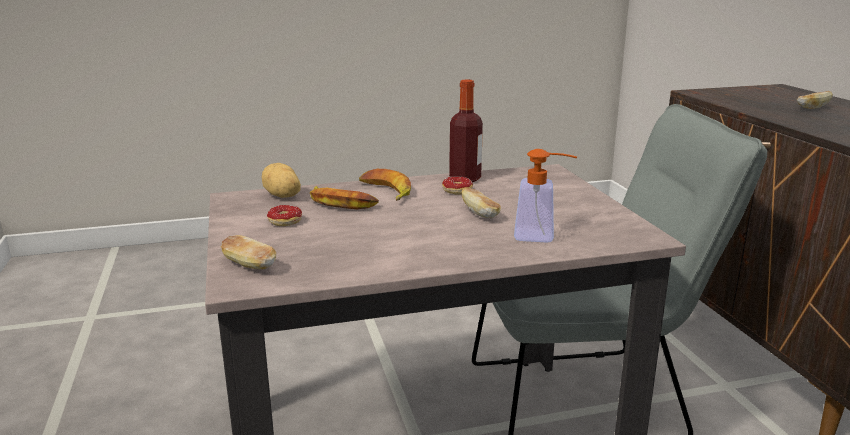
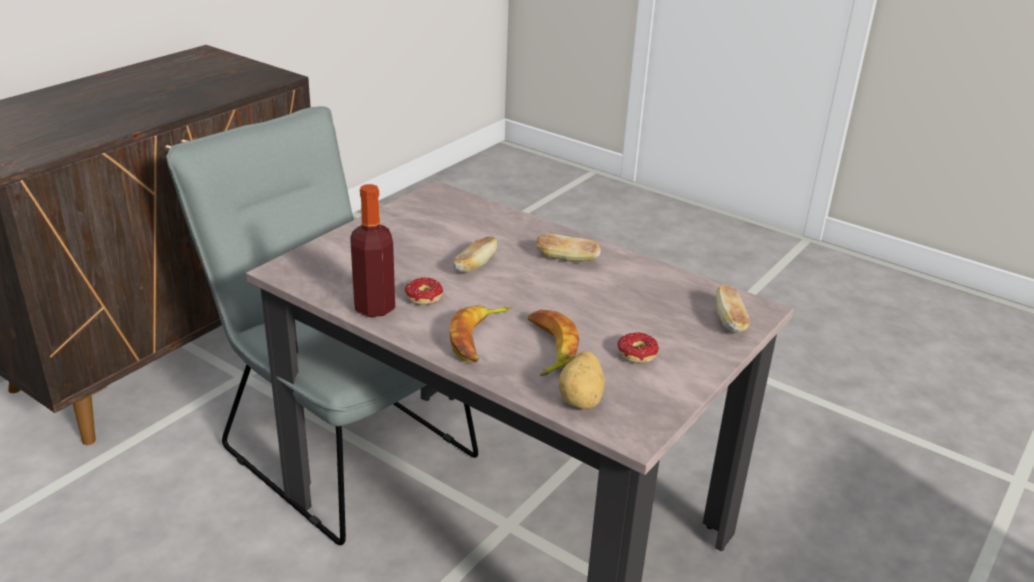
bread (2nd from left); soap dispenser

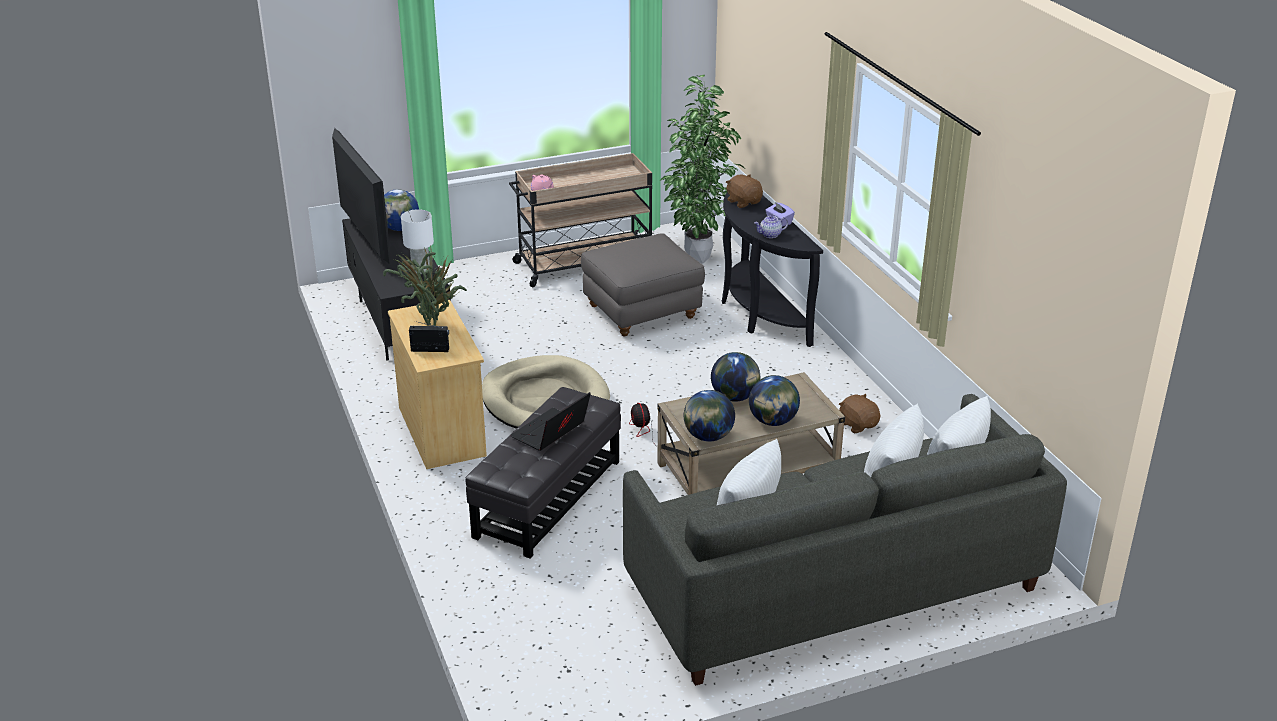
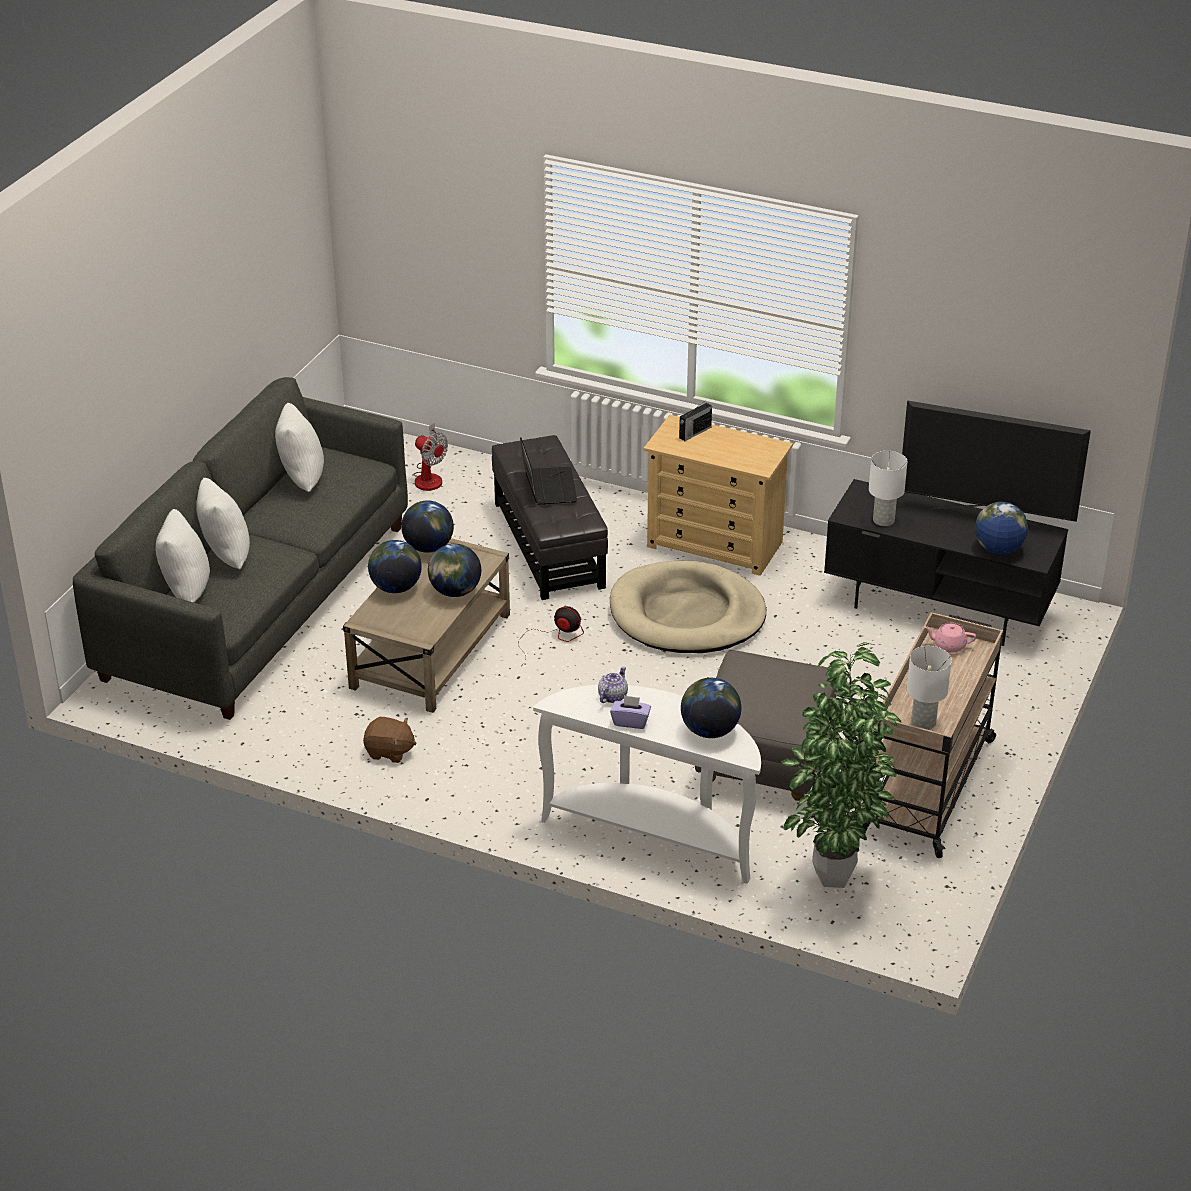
globe (4th from left); console table/white; potted plant (1st from left in the first image); fan (1st from left); table lamp/white (2nd from left)

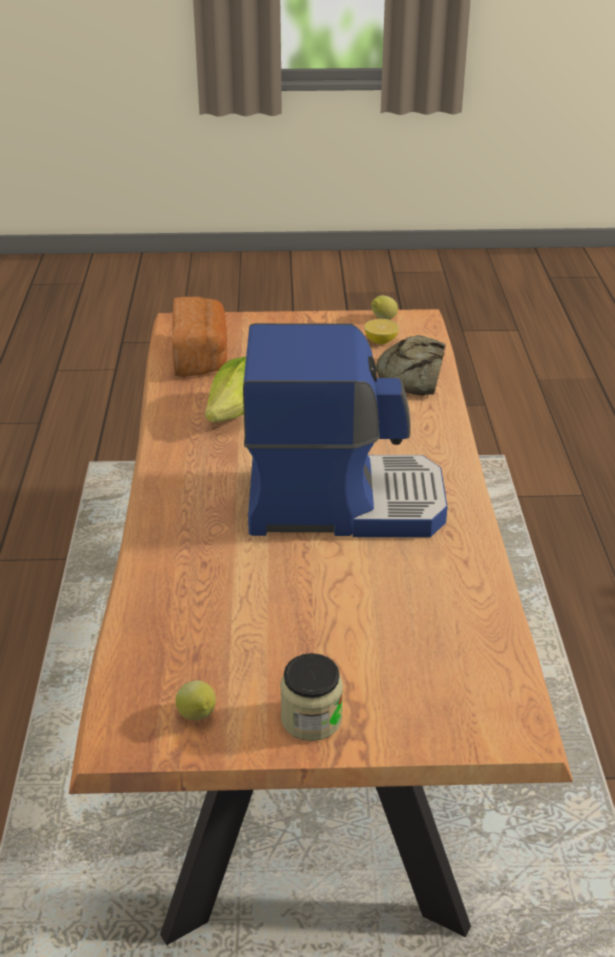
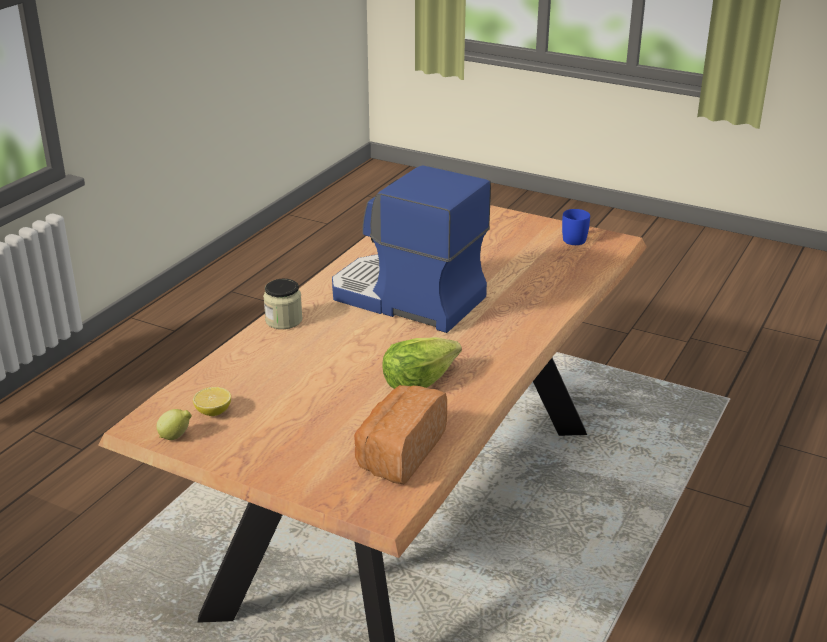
bread (2nd from left in the first image); jar; mug/blue

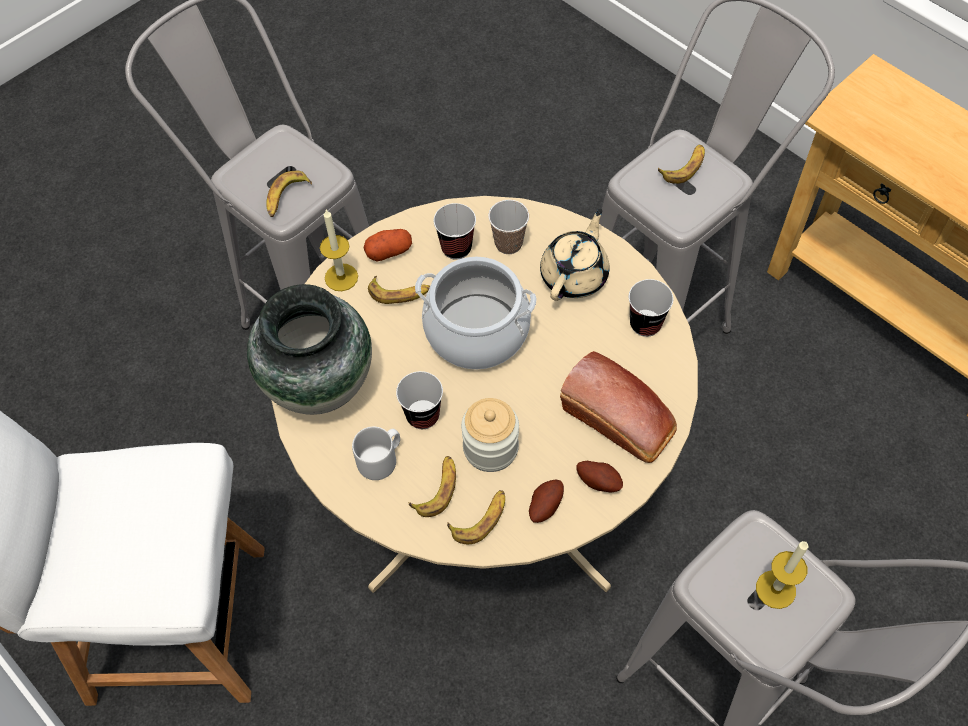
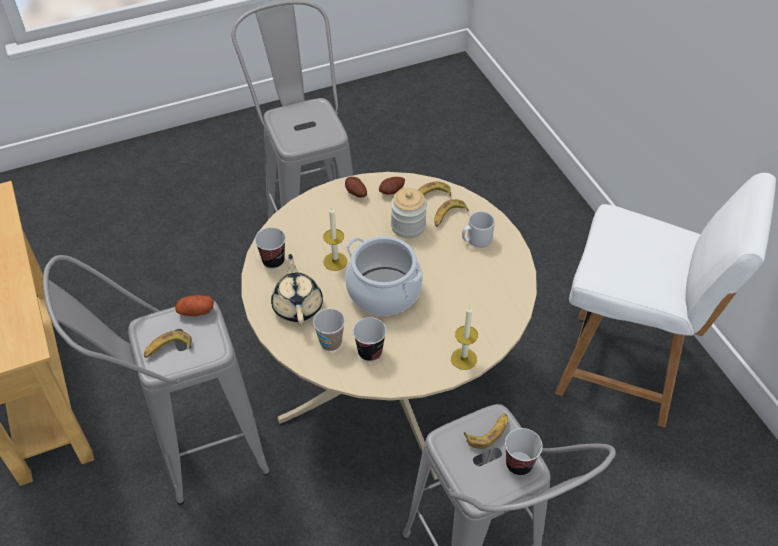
teapot/beige; potato (1st from left); banana (2nd from left in the first image); vase; bread; cup (4th from left); candle (1st from left)

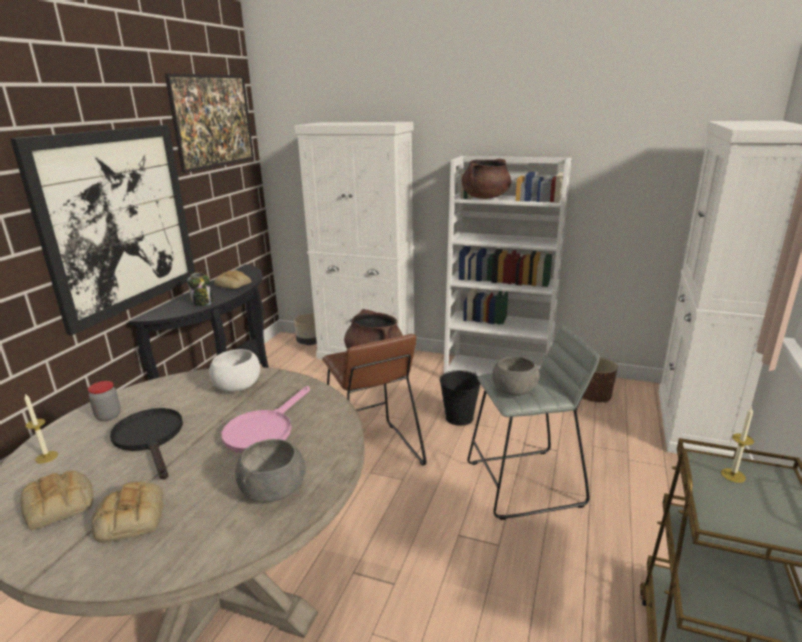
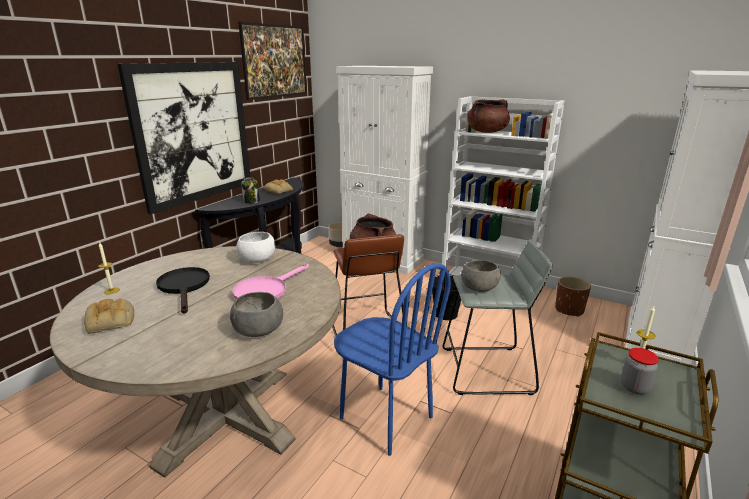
jar (2nd from left); bread (2nd from left in the first image); chair/blue

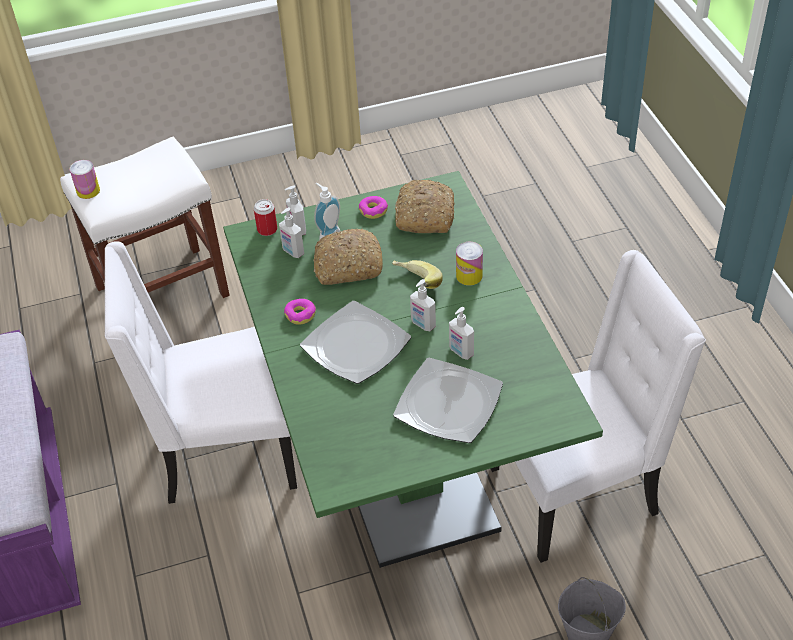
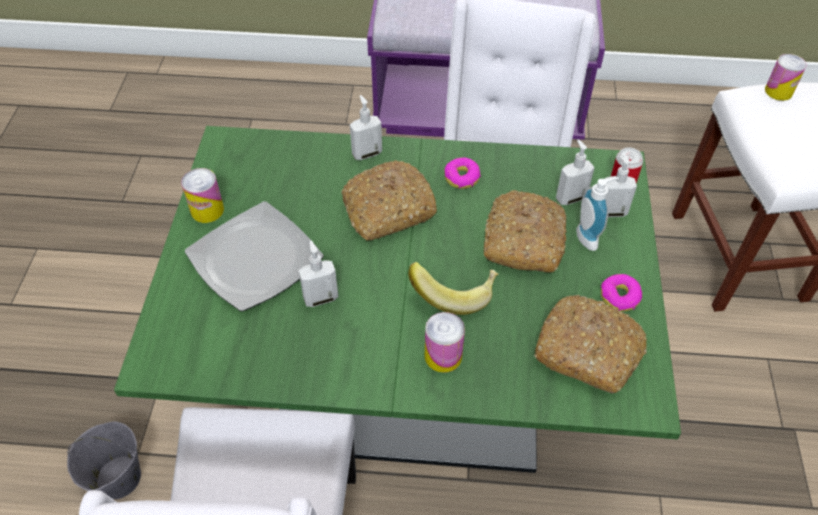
soap dispenser (2nd from left); bread (1st from left); can (1st from left)

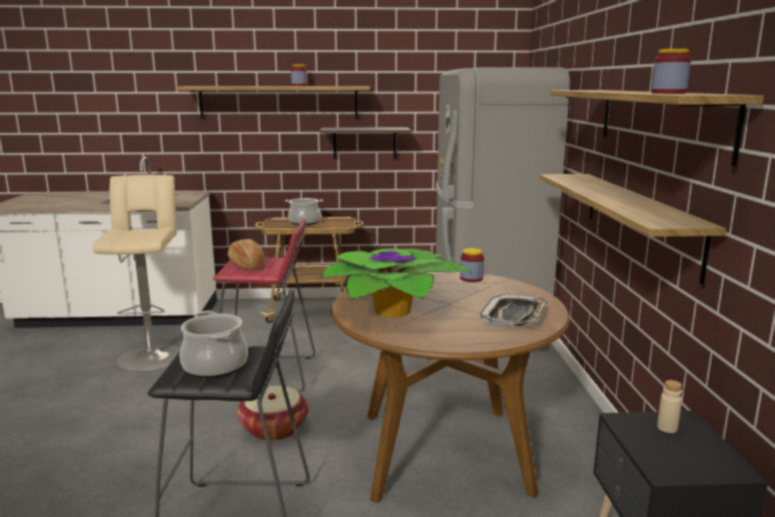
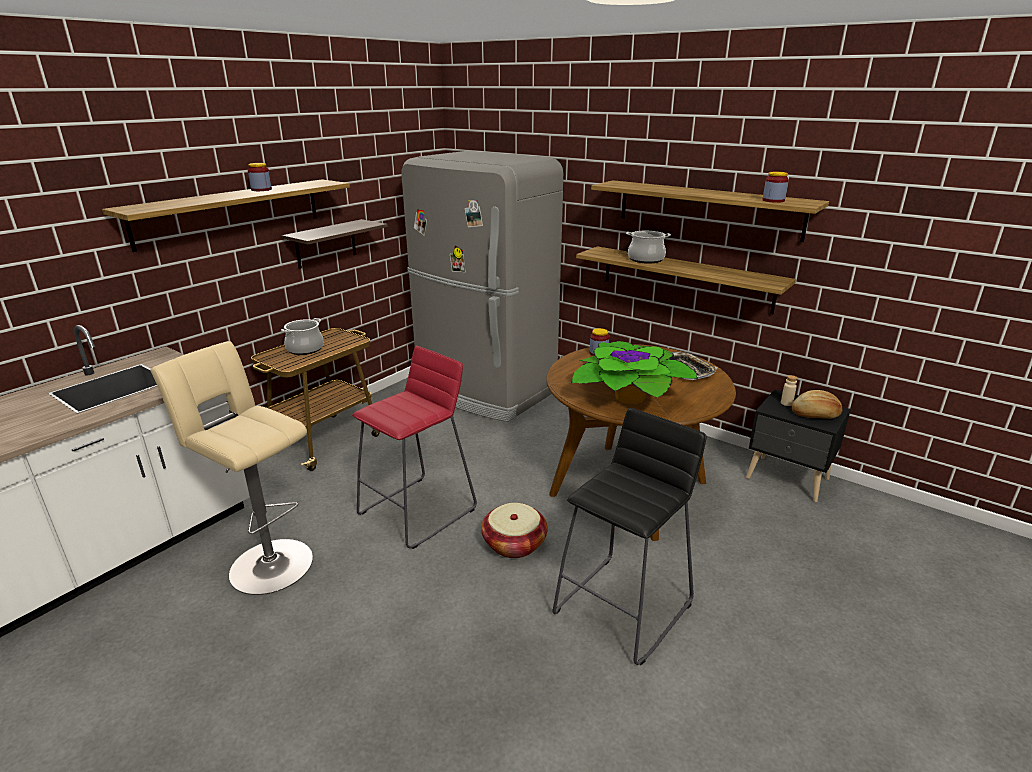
bread; cooking pot (2nd from left)

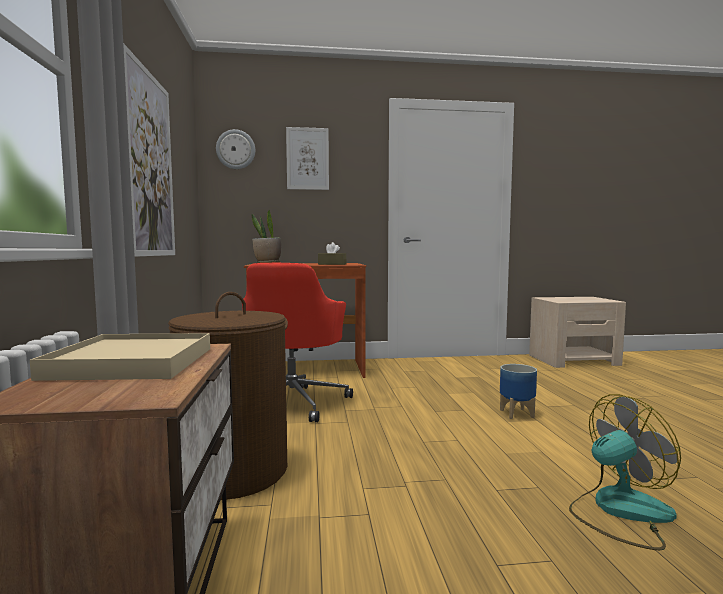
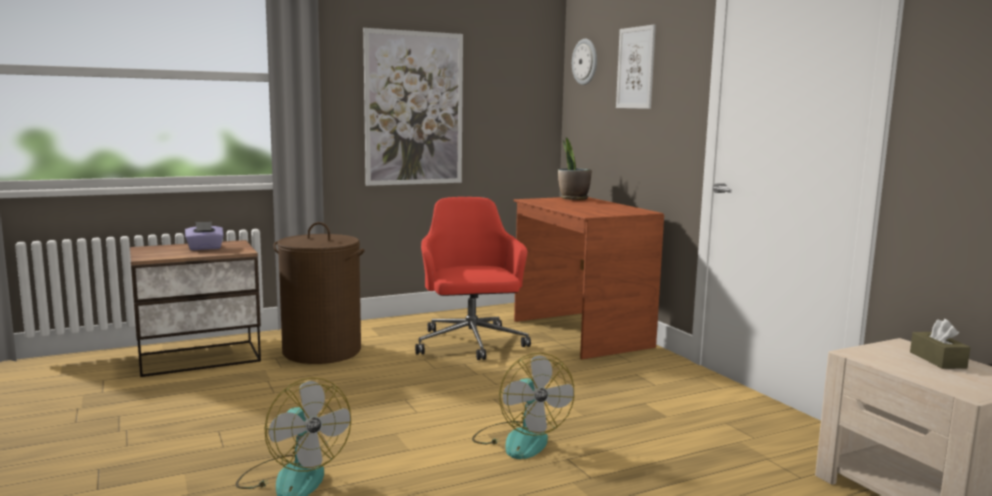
tissue box/brown; office chair/red; tissue box/purple; fan (2nd from left)

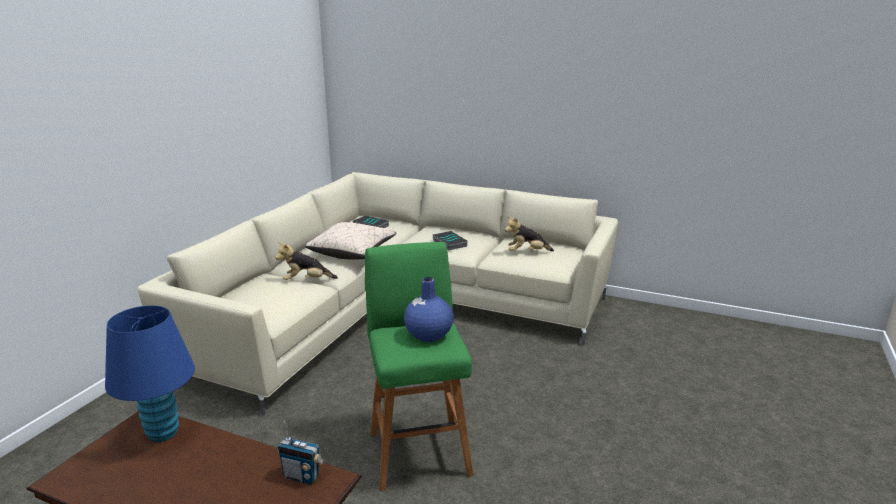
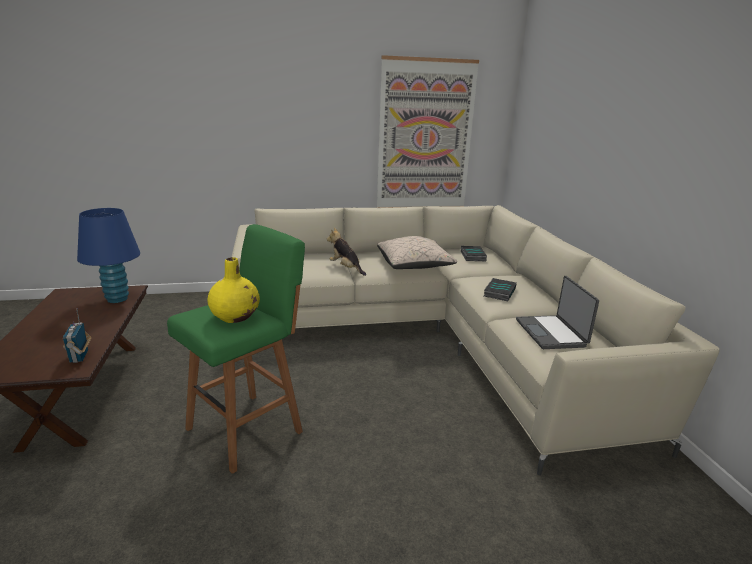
laptop; vase/yellow; picture

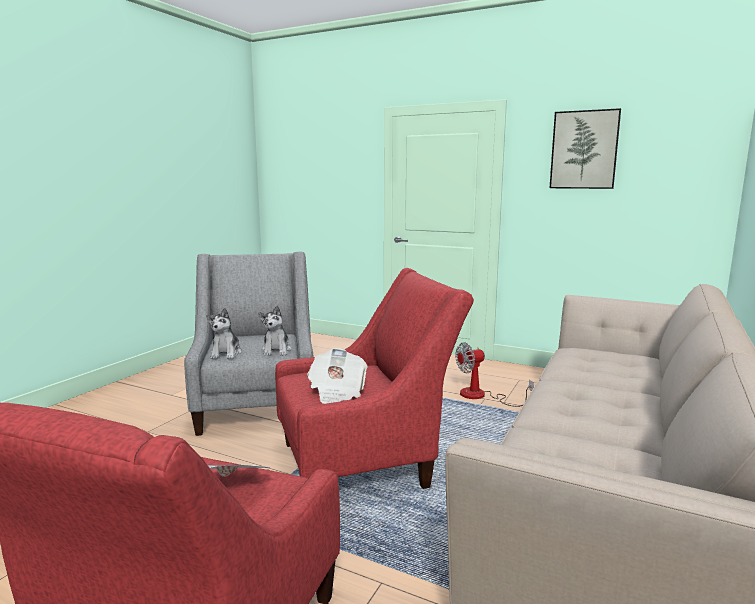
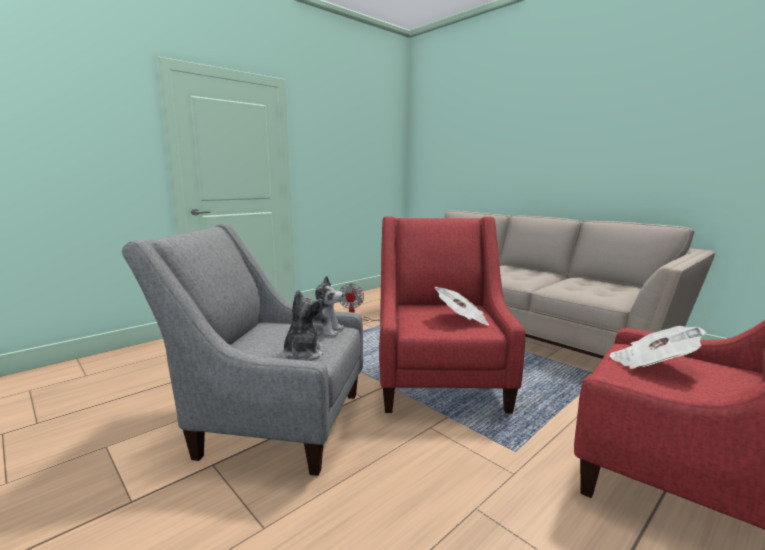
picture; plush toy (1st from left)

